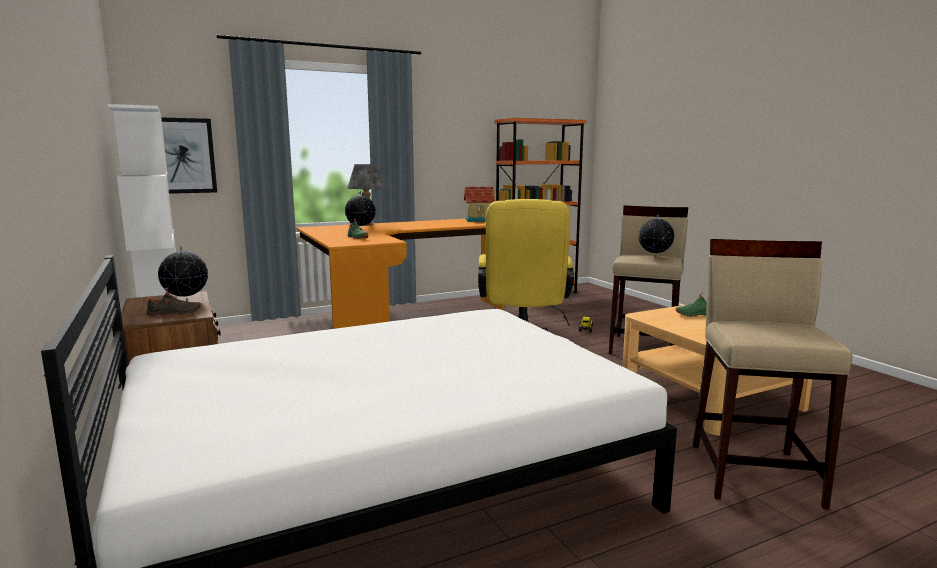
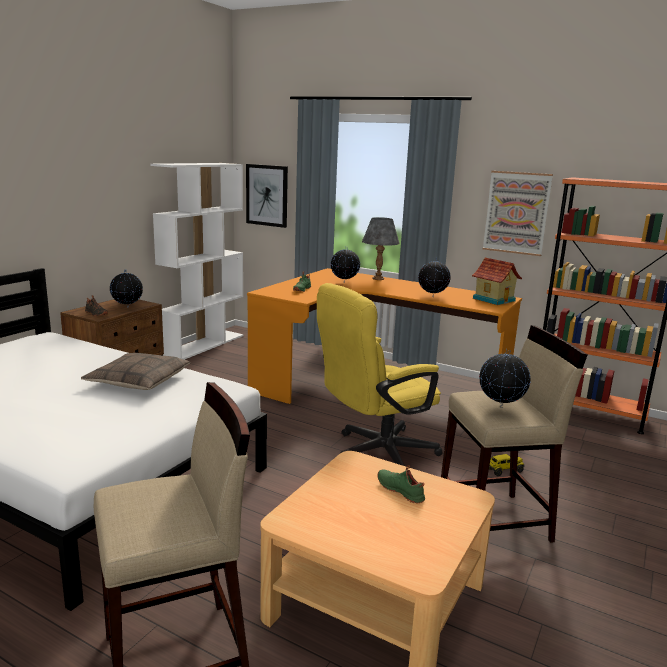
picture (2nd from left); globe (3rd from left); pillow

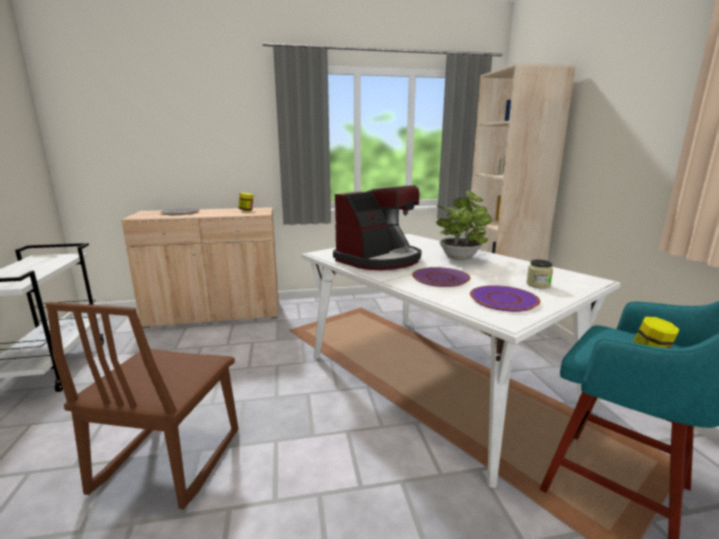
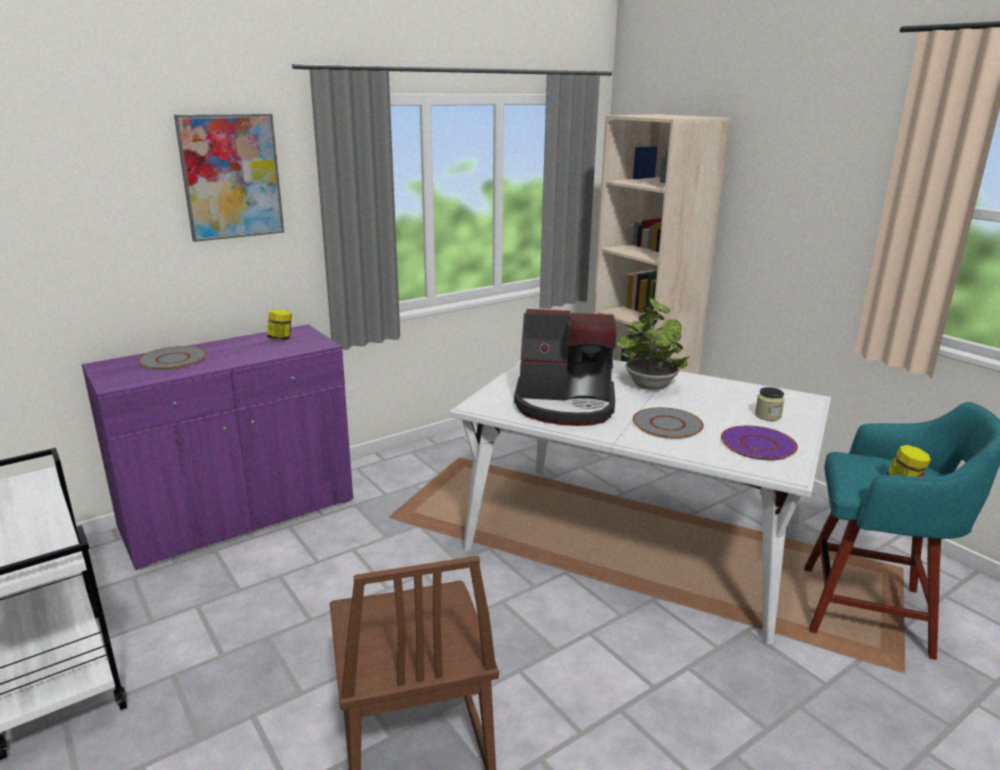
coffee machine; cabinet/purple; plate/grey (2nd from left); picture

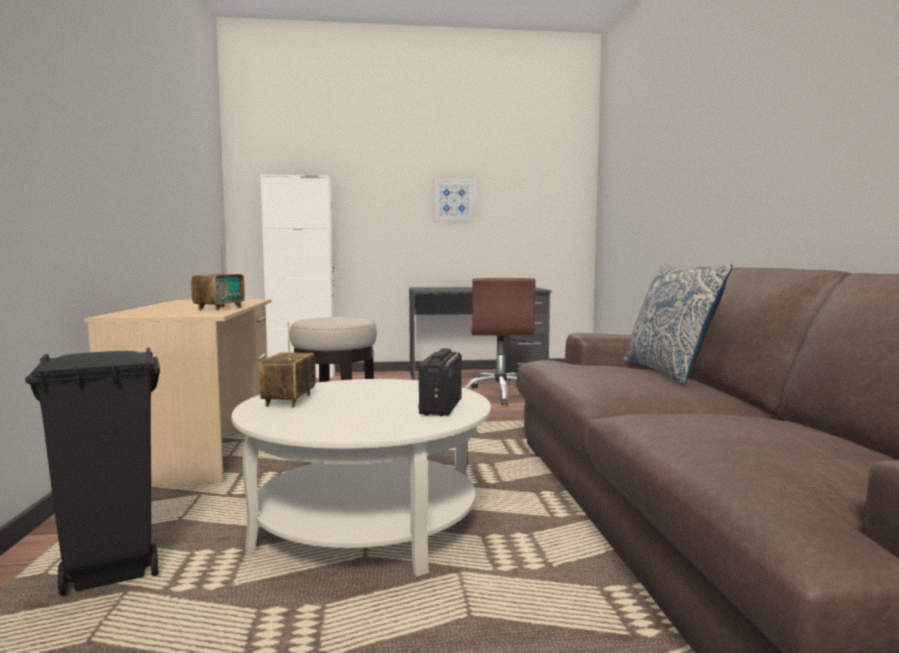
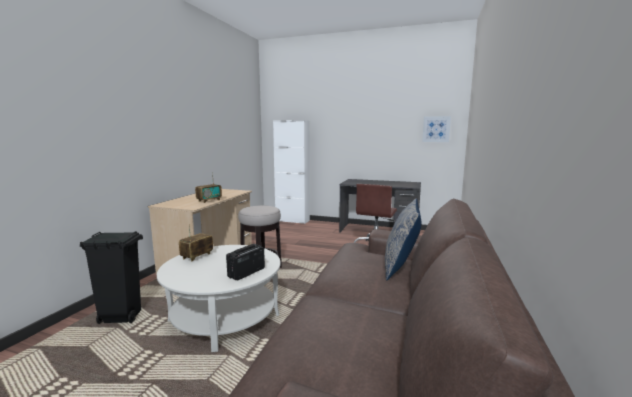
picture

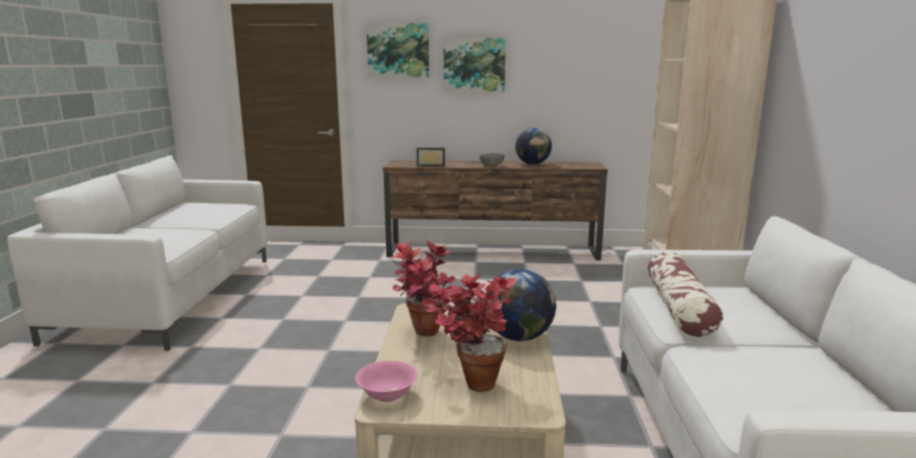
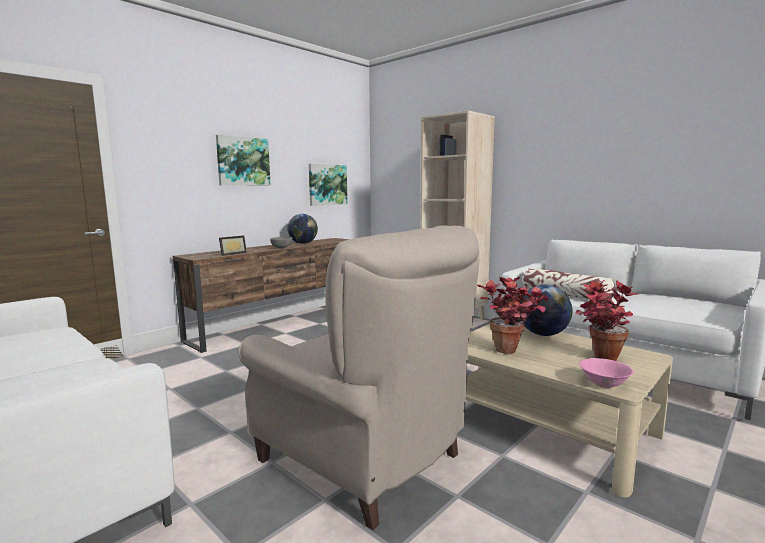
picture (2nd from left); armchair/beige

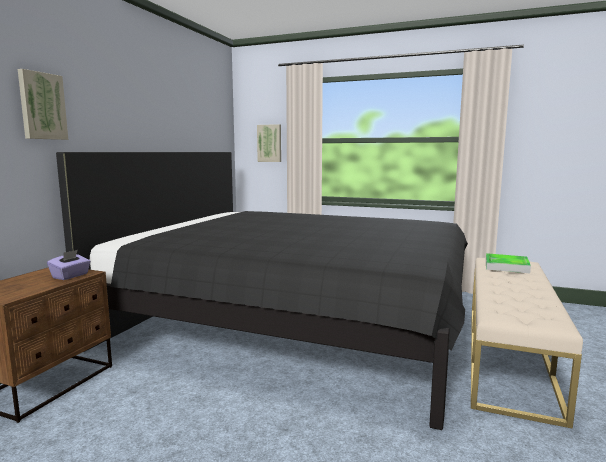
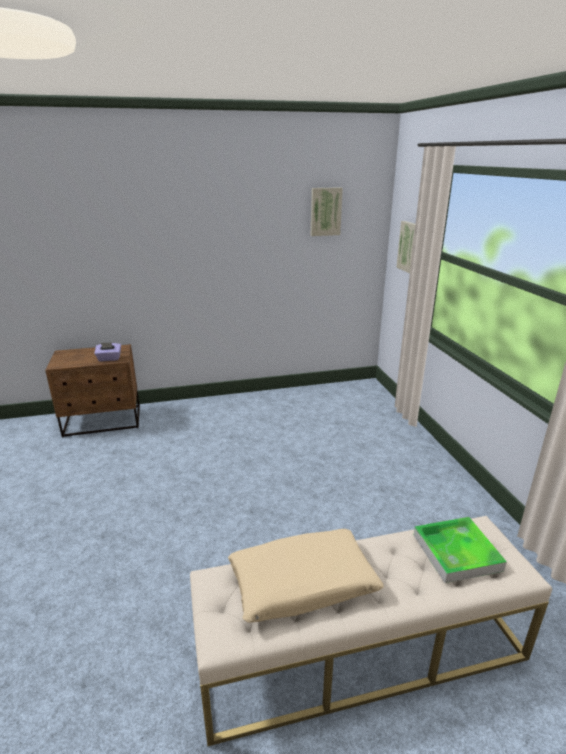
picture (1st from left); bed/black; pillow/beige

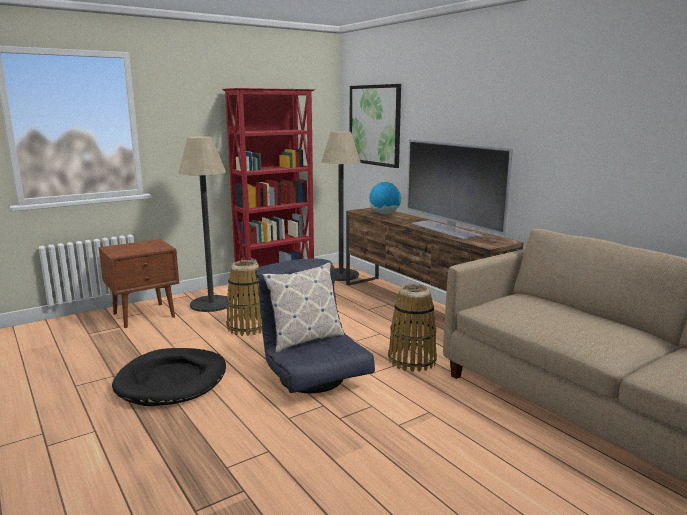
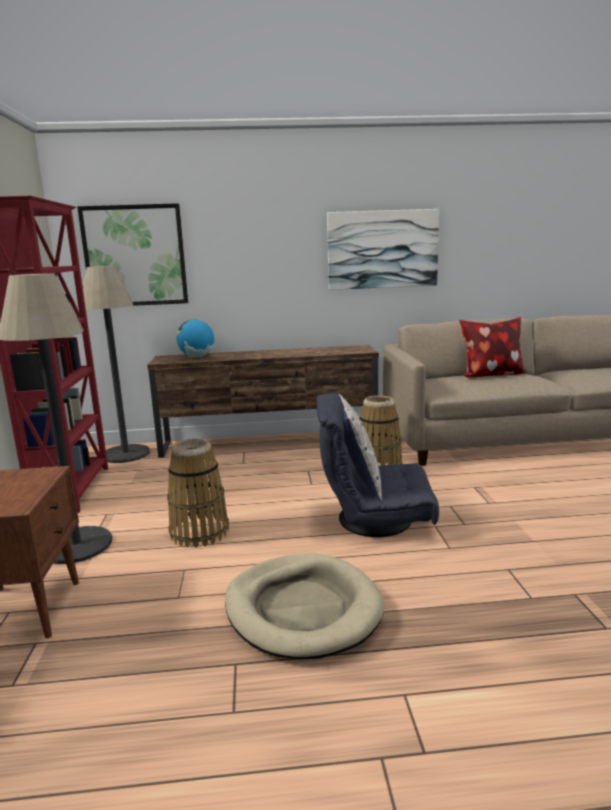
television; dog bed/beige; picture (2nd from left); pillow (2nd from left)

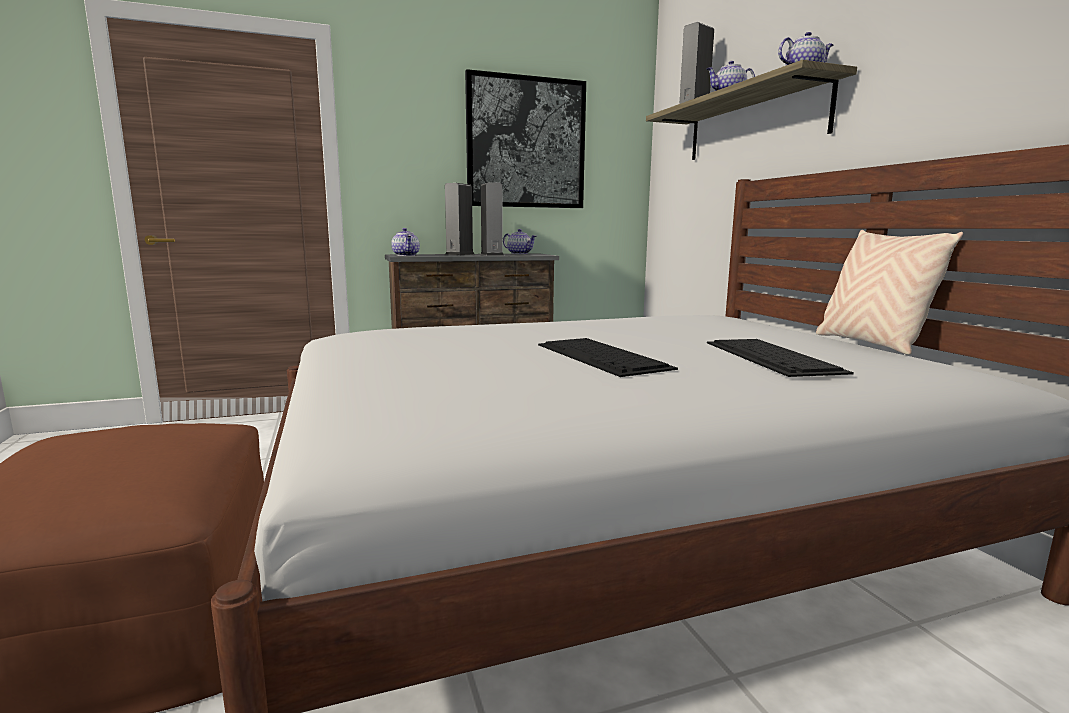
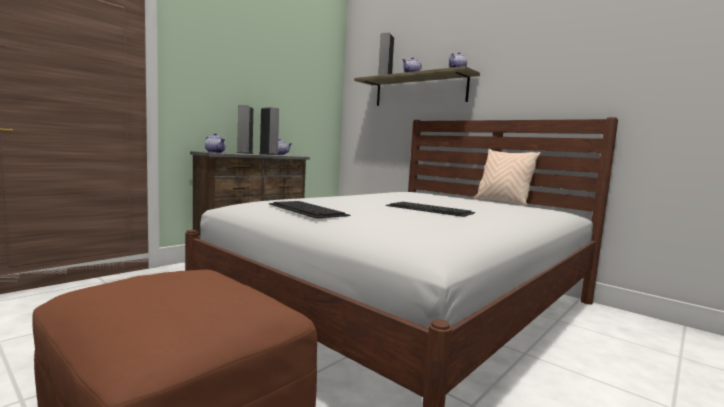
picture; keyboard (1st from left)

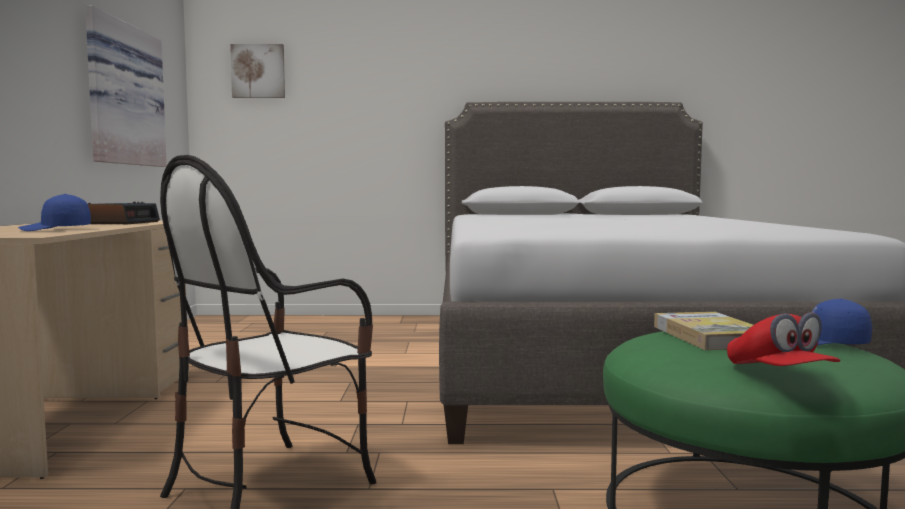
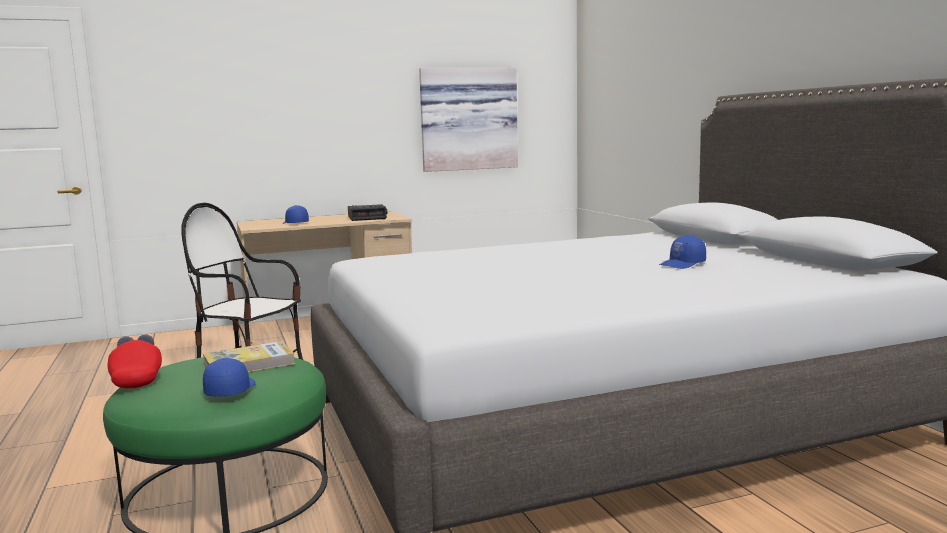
picture (2nd from left in the first image); cap/red; cap/blue (3rd from left)

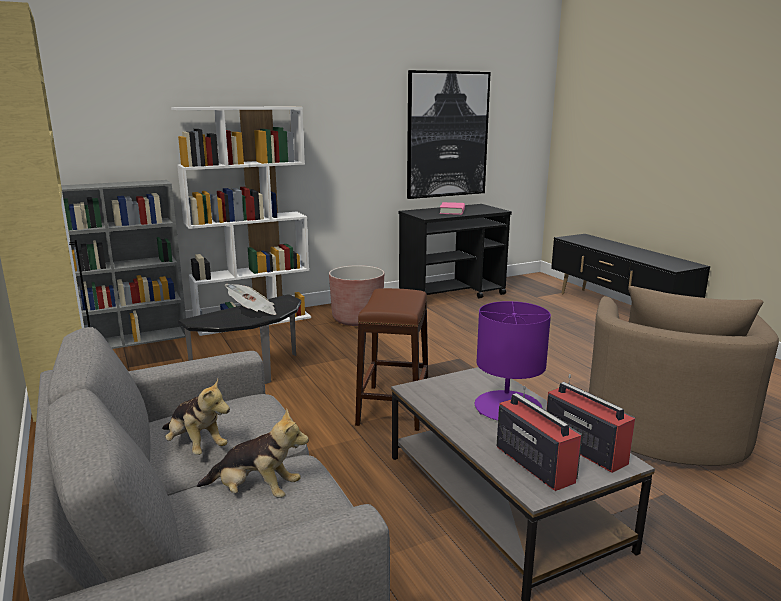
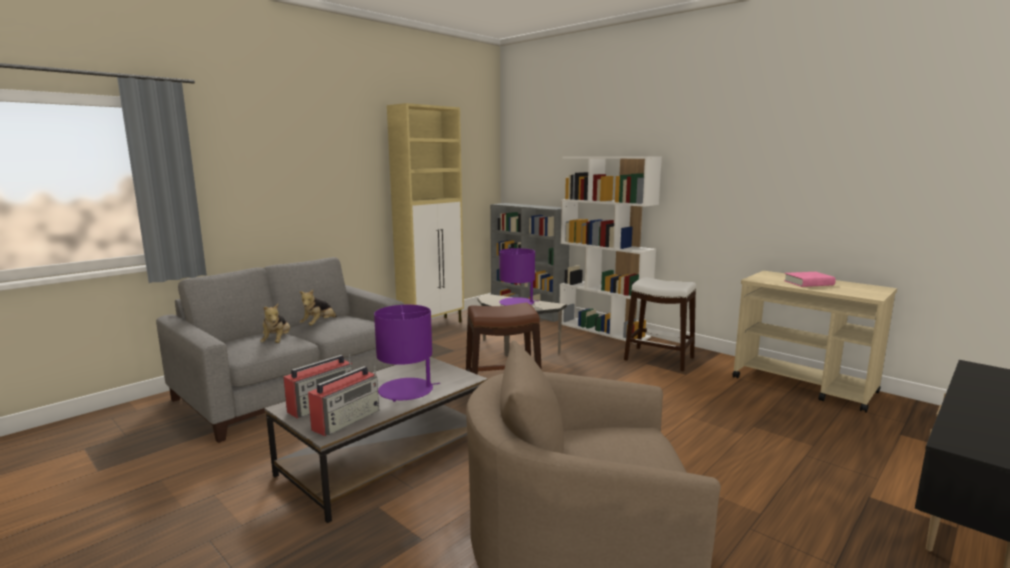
picture; cart/beige; stool/white; table lamp/purple (2nd from left)

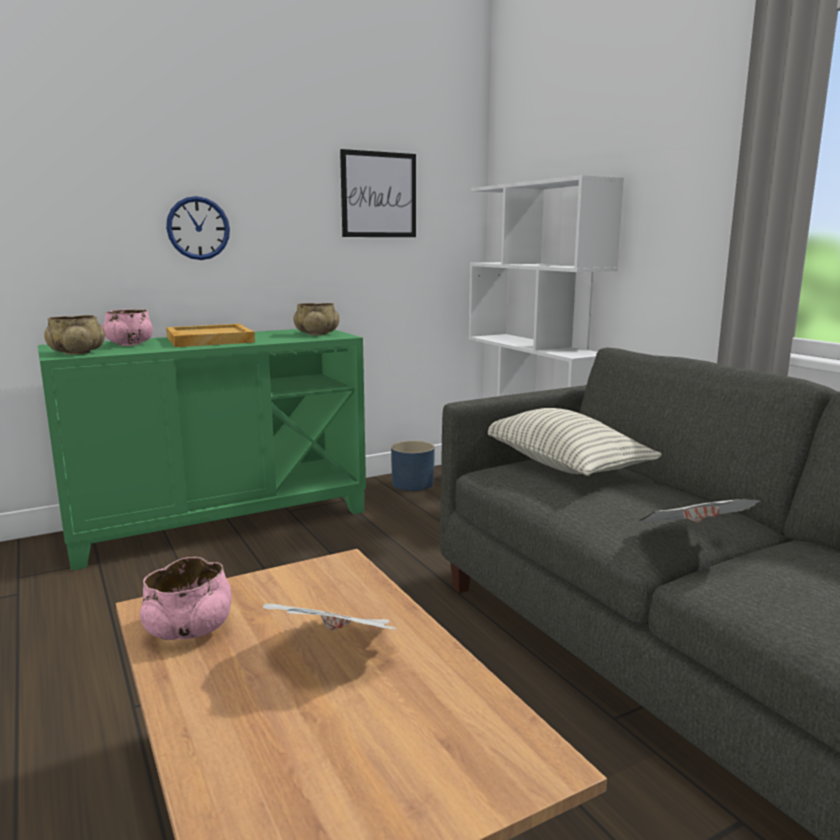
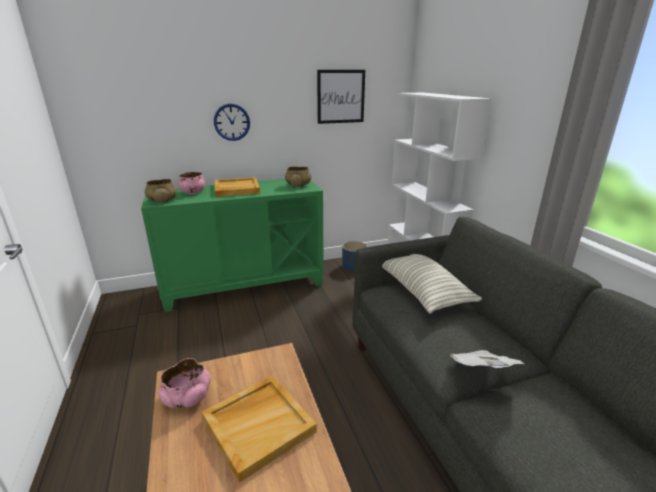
tray/beige (2nd from left)

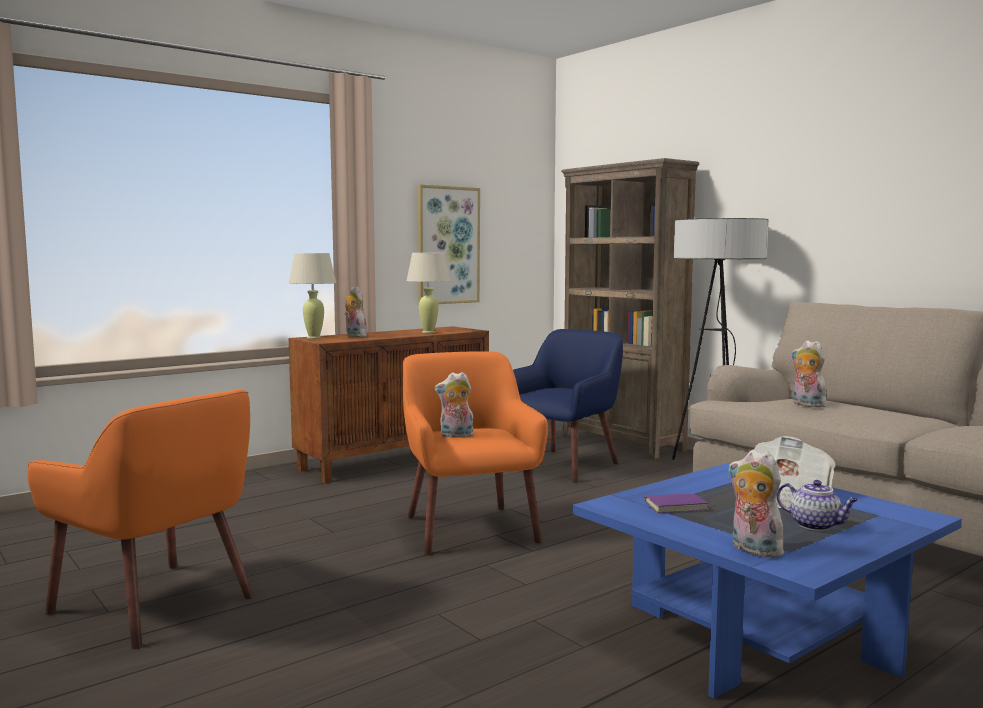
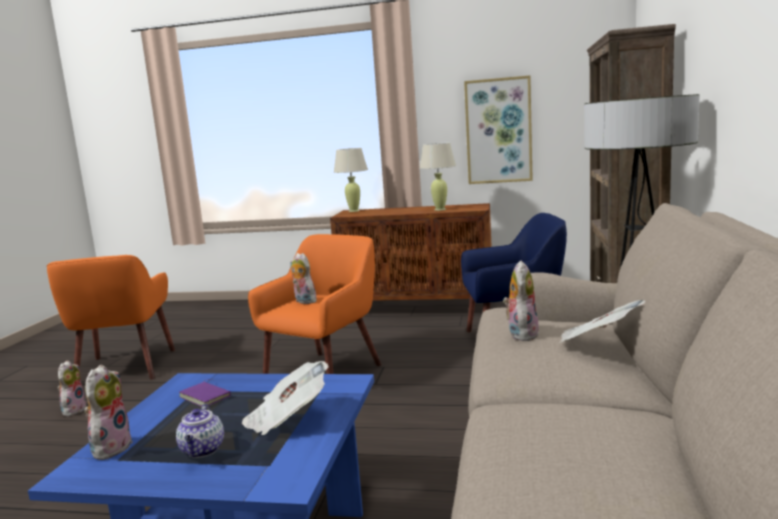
plush toy (1st from left); newspaper (2nd from left)

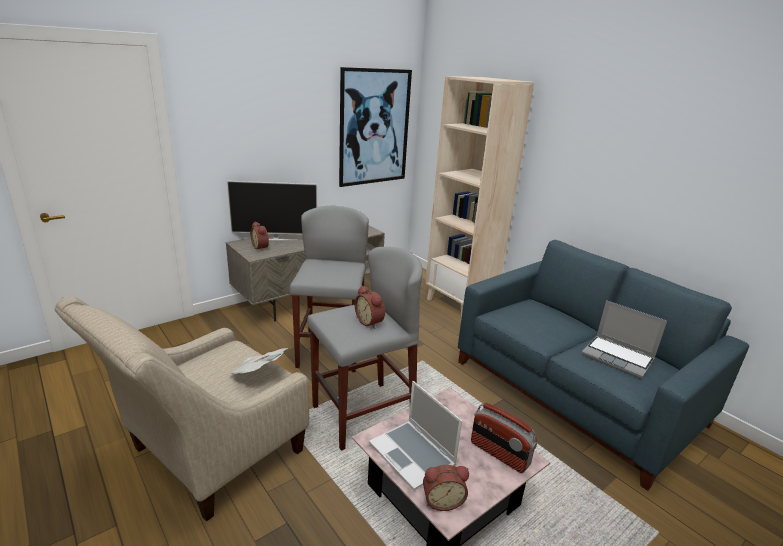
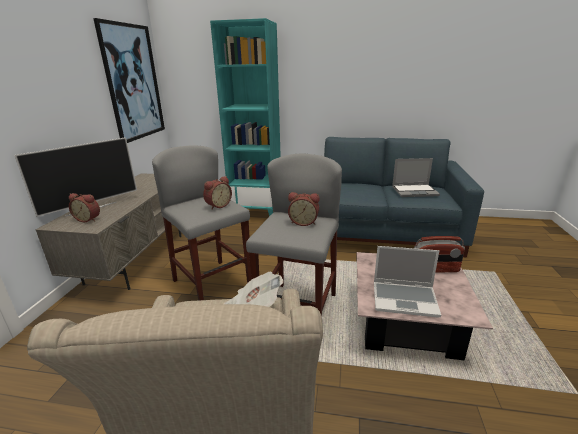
bookcase/turquoise; alarm clock (2nd from left)

